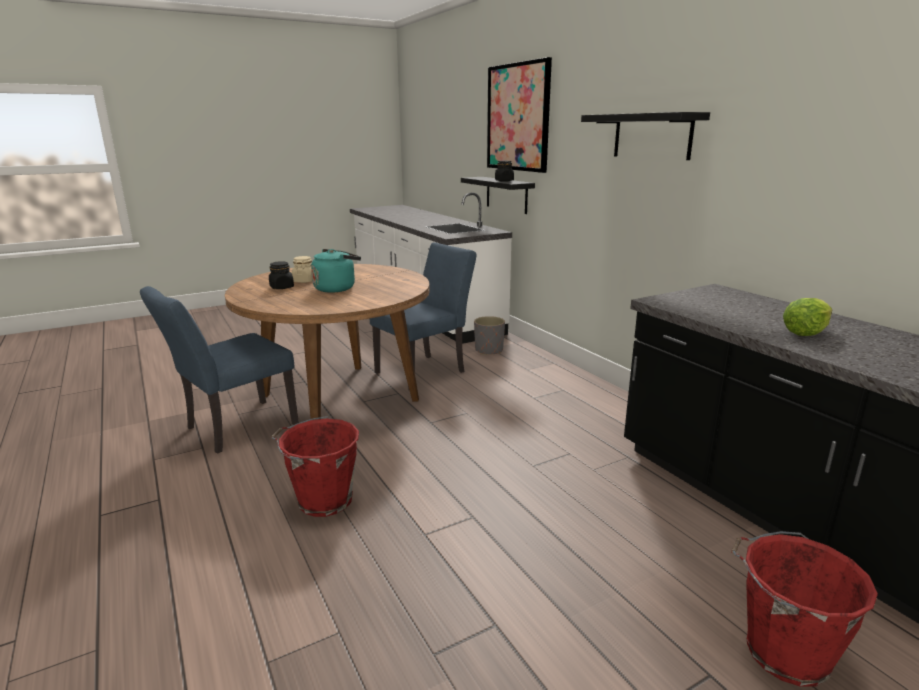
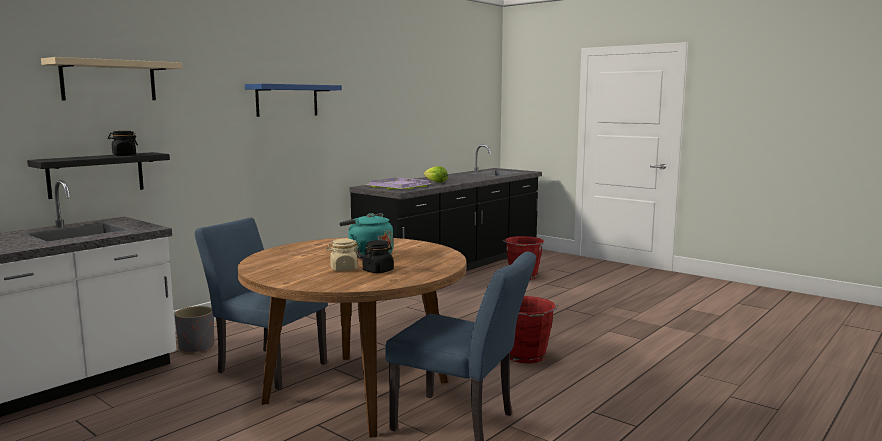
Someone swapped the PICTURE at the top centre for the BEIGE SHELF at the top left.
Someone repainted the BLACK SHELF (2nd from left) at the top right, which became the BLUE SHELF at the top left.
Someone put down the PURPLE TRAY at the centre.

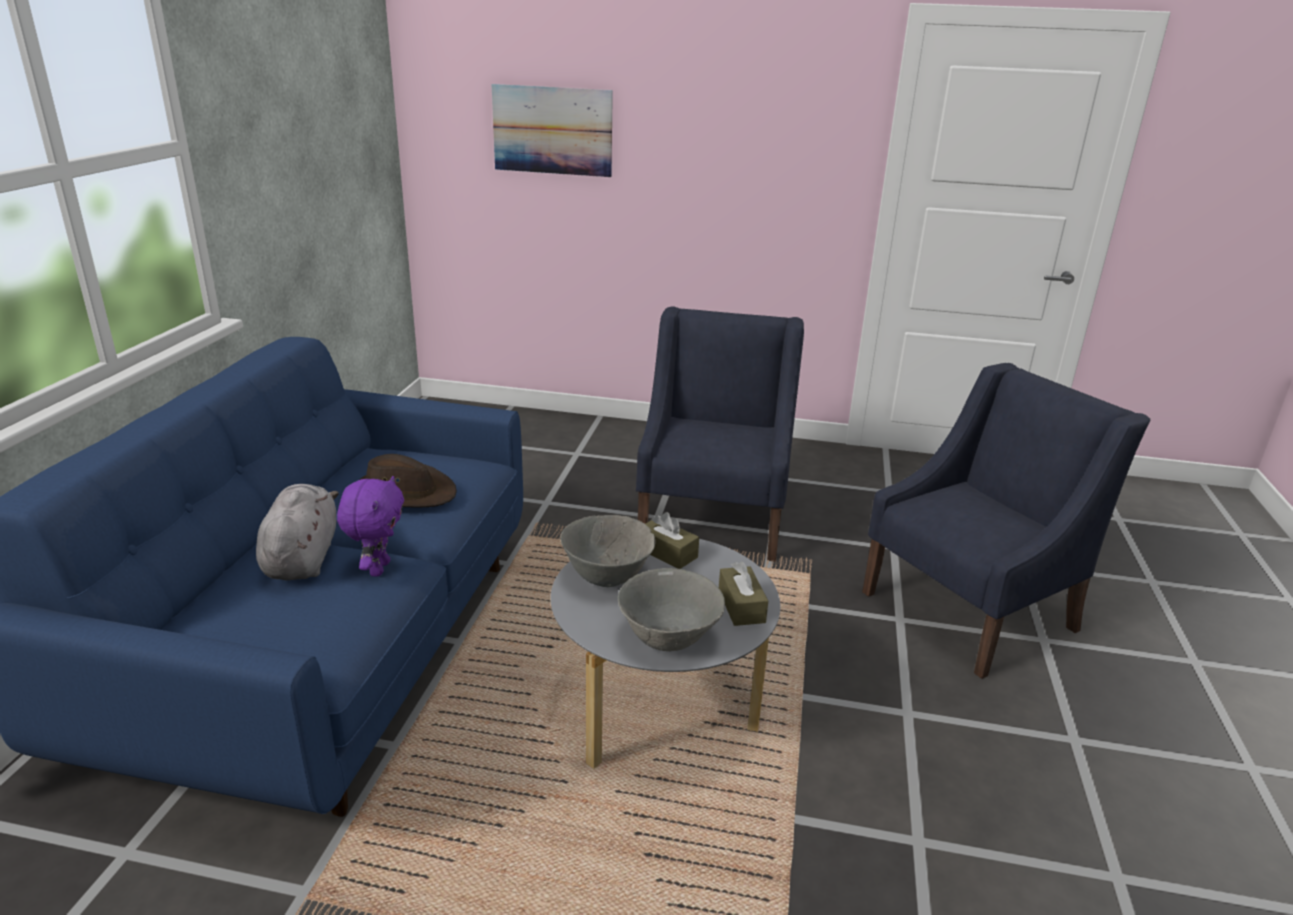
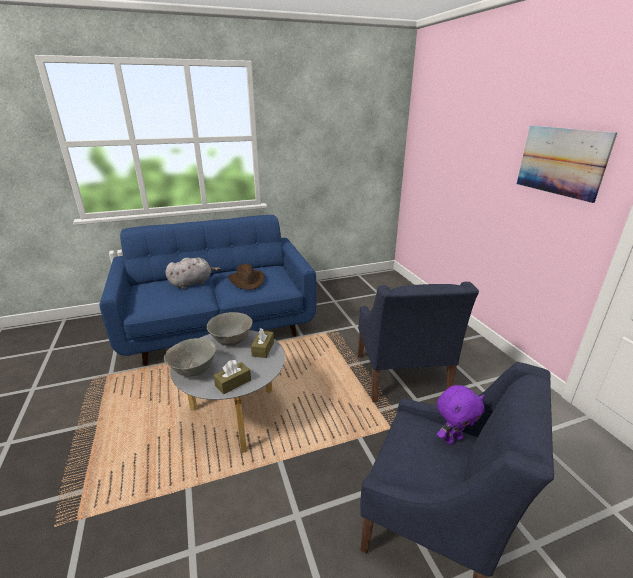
Someone rotated the BLUE ARMCHAIR (1st from left) at the centre by 105 degrees clockwise.
Someone carried the PURPLE PLUSH TOY from the middle left to the bottom right.
Someone carried the PICTURE from the top centre to the top right.

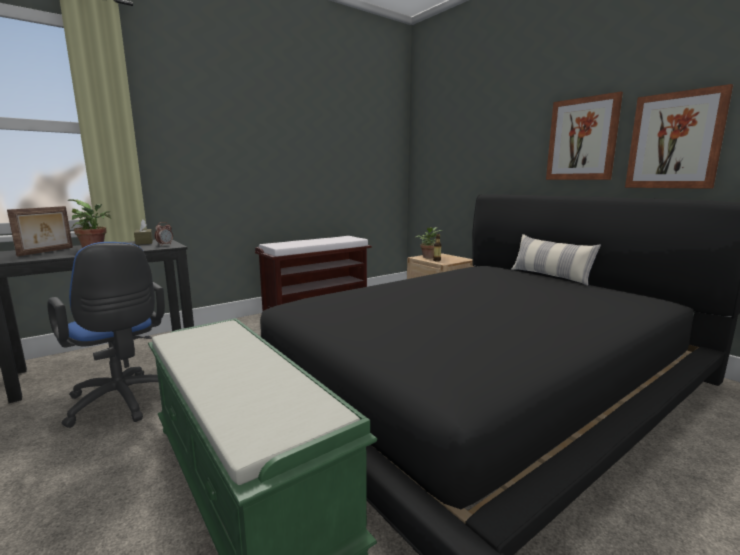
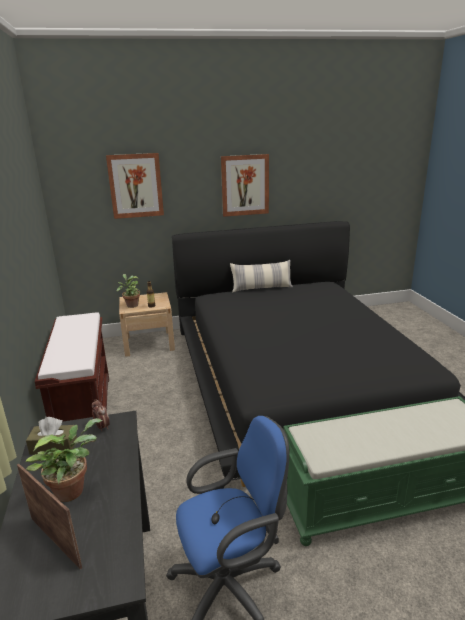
Someone carried the PICTURE (2nd from left in the first image) from the top right to the top left.

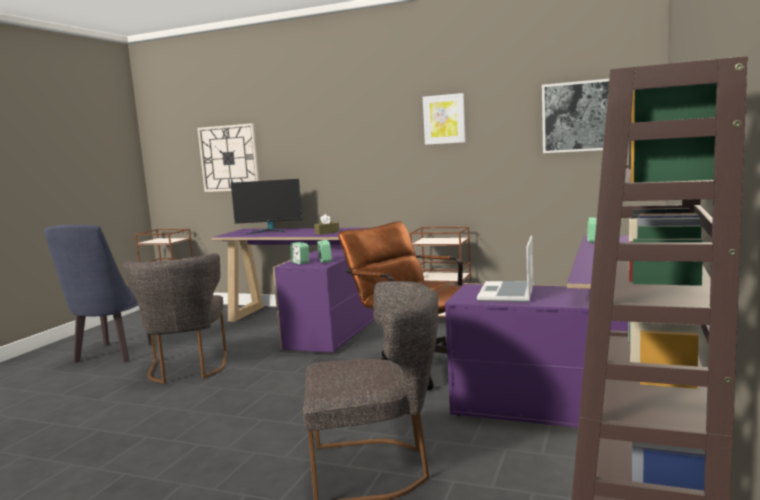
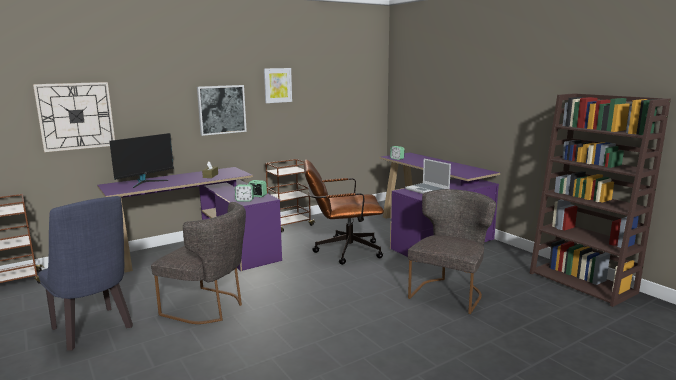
Someone carried the PICTURE (2nd from left in the first image) from the top right to the top left.

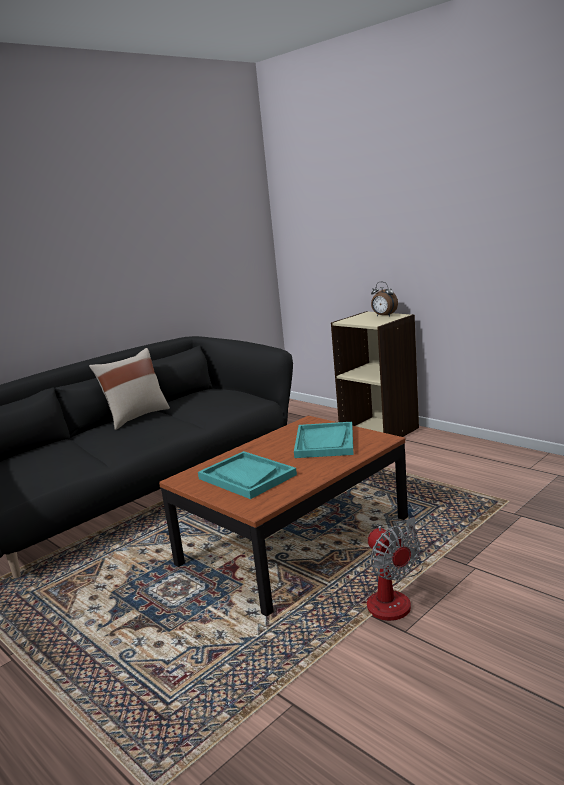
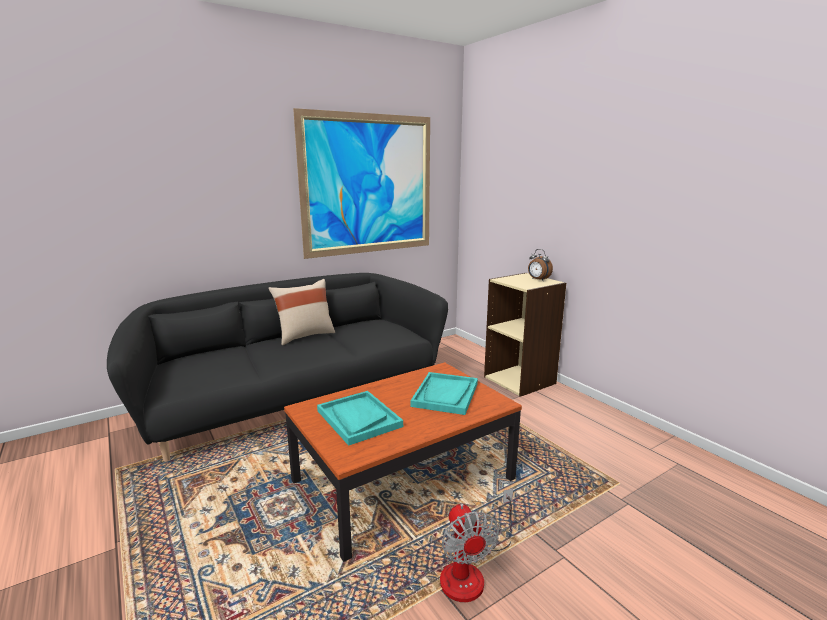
Someone put up the PICTURE at the top centre.

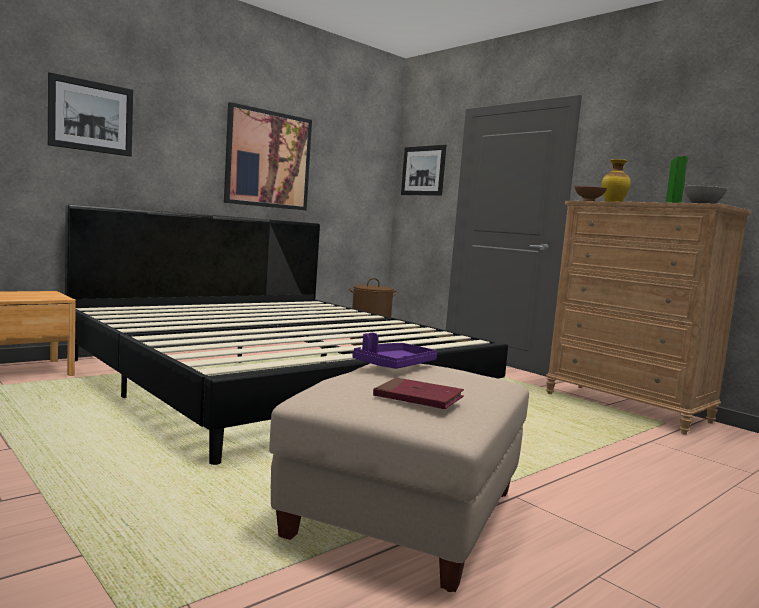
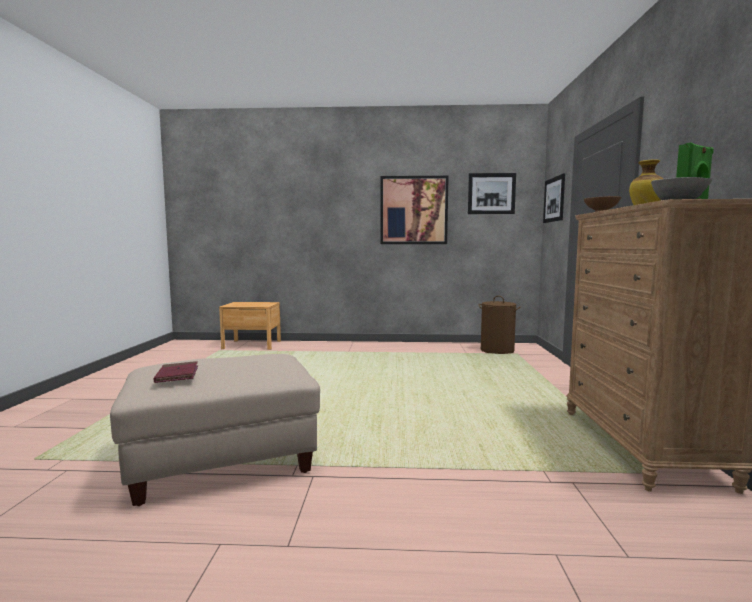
Someone carried the PICTURE (1st from left in the first image) from the top left to the top centre.
Someone took away the BED at the centre.
Someone took away the PURPLE TRAY at the centre.

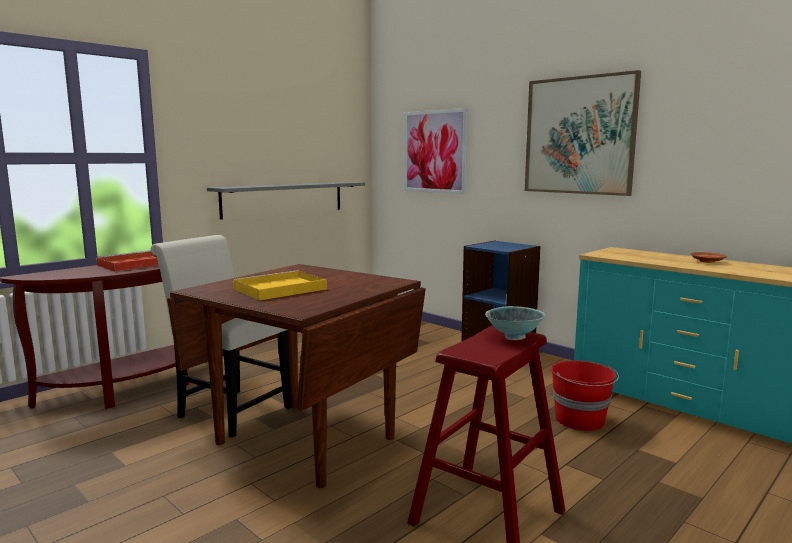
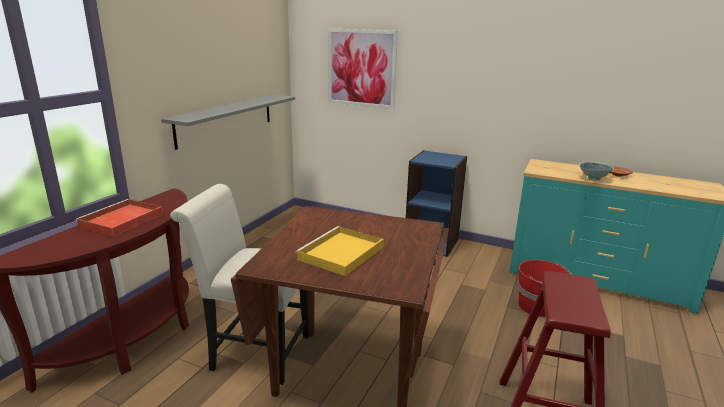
Someone carried the BOWL from the centre to the middle right.
Someone took away the PICTURE (2nd from left) at the top right.

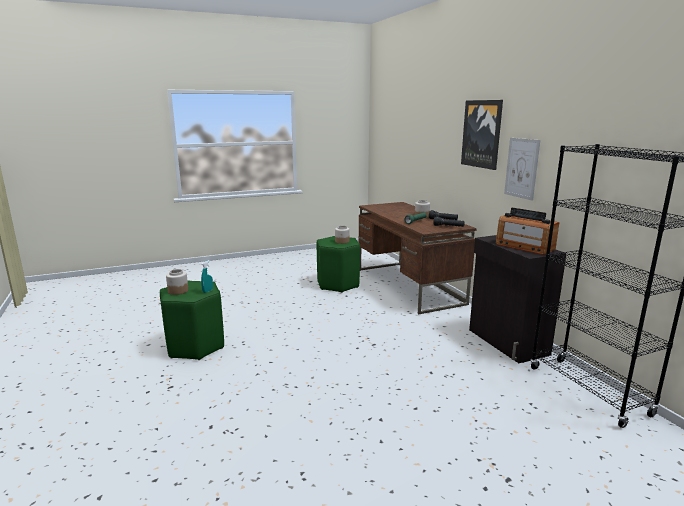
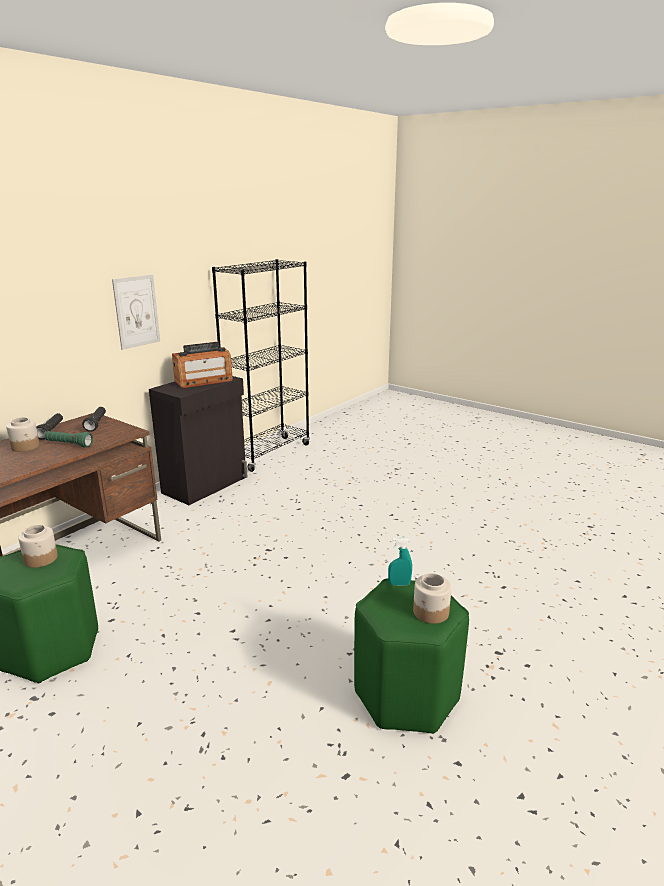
Someone rotated the RADIO at the middle right by 45 degrees clockwise.
Someone took away the PICTURE (1st from left) at the top right.

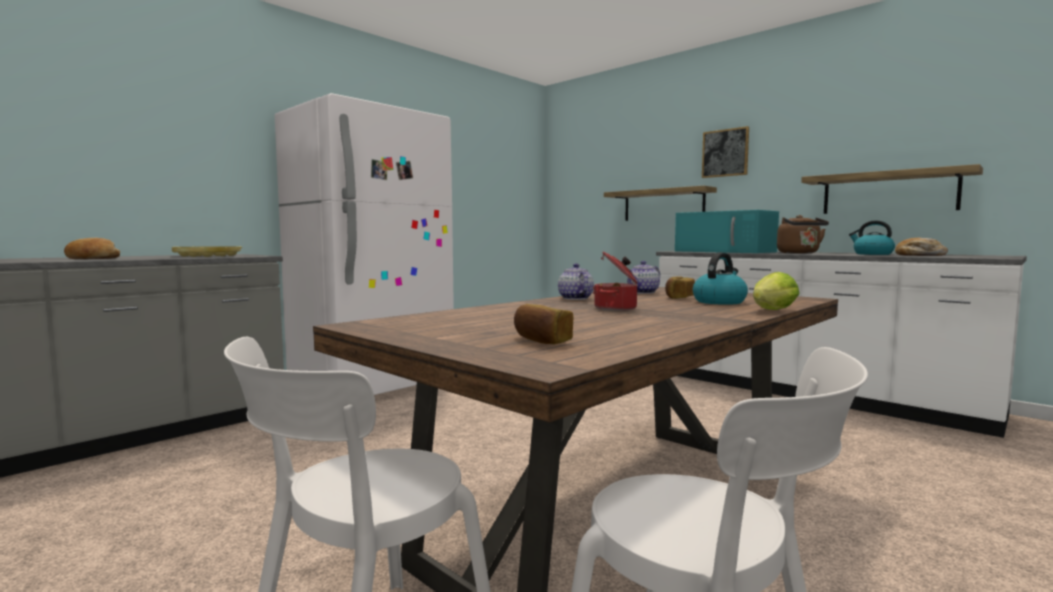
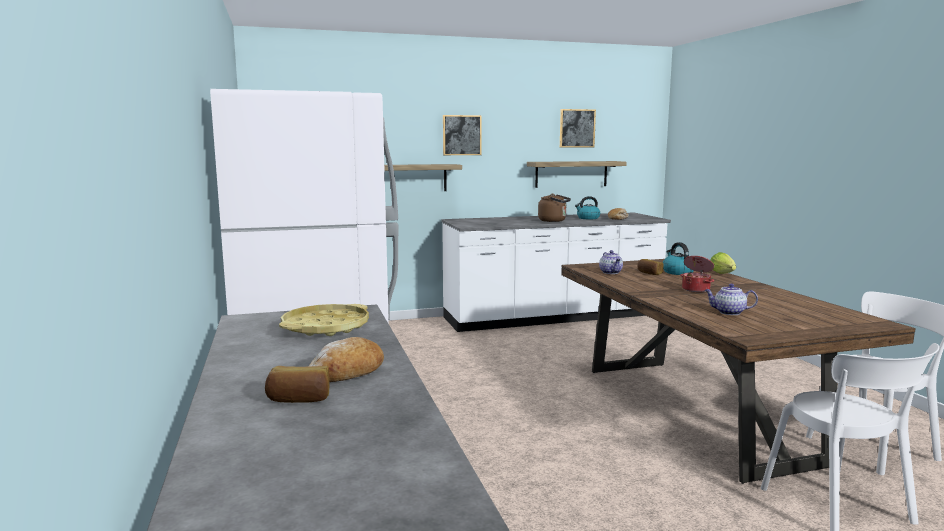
Someone carried the BREAD (2nd from left in the first image) from the centre to the bottom left.
Someone put up the PICTURE (2nd from left) at the top centre.
Someone carried the TEAPOT (1st from left in the first image) from the centre to the middle right.
Someone took away the TURQUOISE MICROWAVE at the middle right.

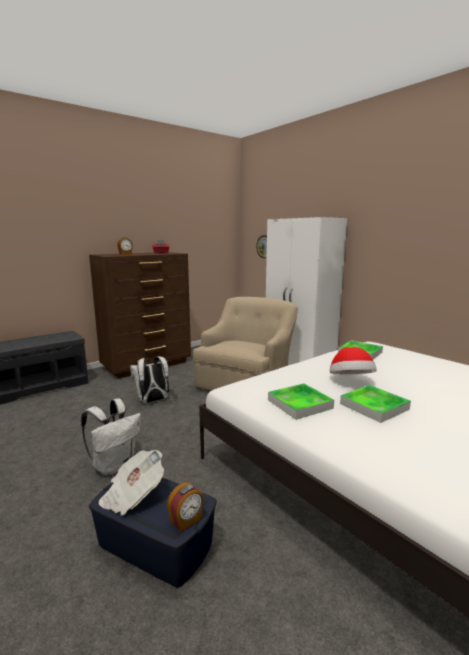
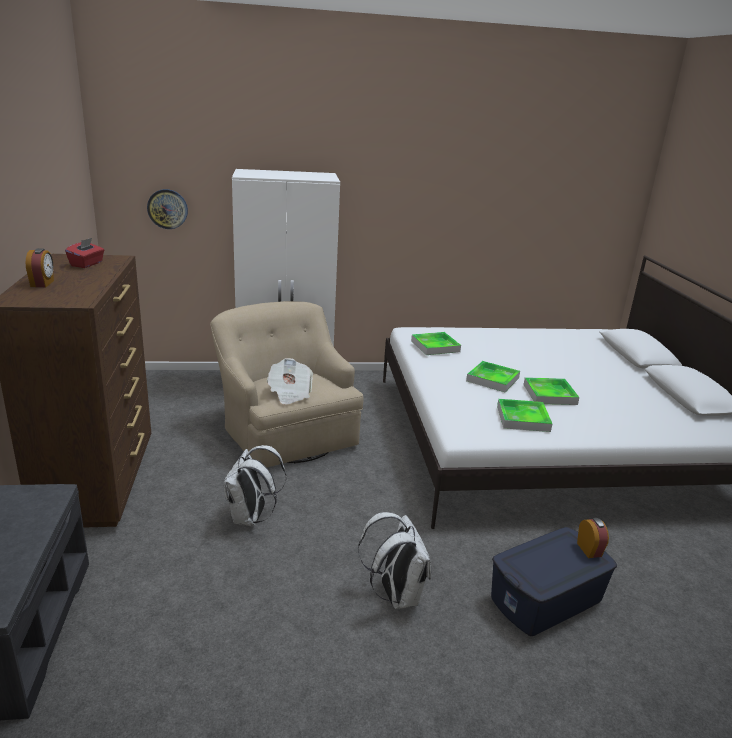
Someone carried the NEWSPAPER from the bottom left to the centre.
Someone swapped the HAT at the middle right for the TRAY (2nd from left) at the middle right.

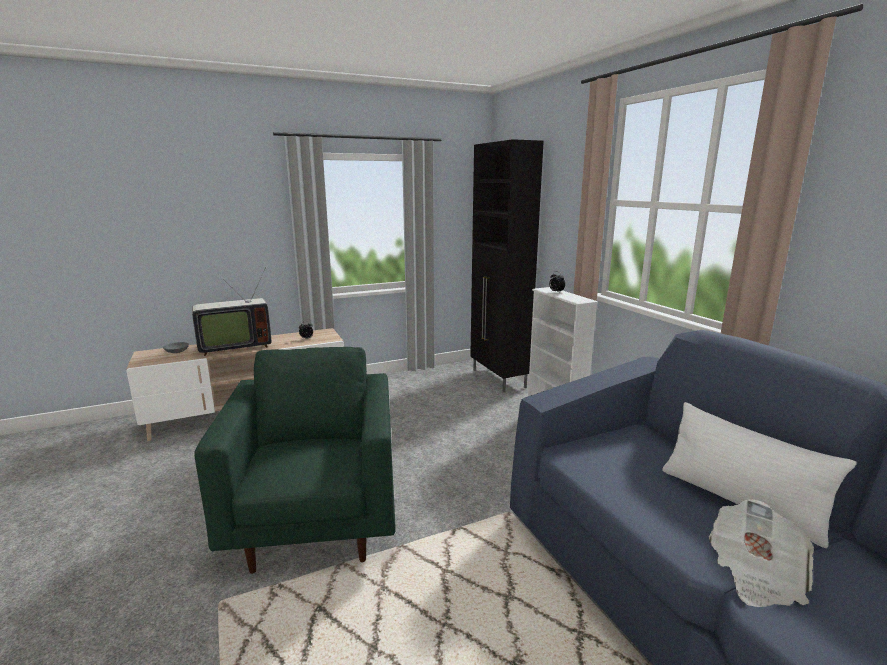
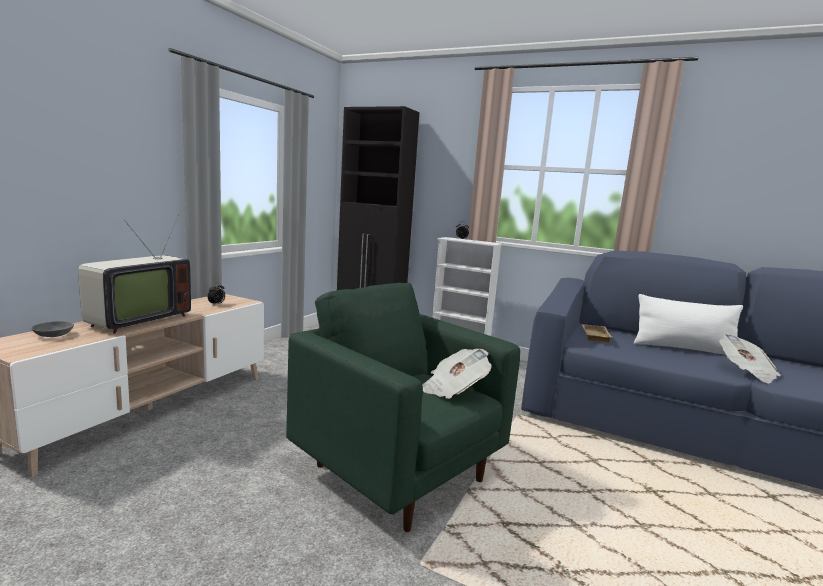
Someone put down the NEWSPAPER (1st from left) at the centre.
Someone put down the BEIGE TRAY at the middle right.

